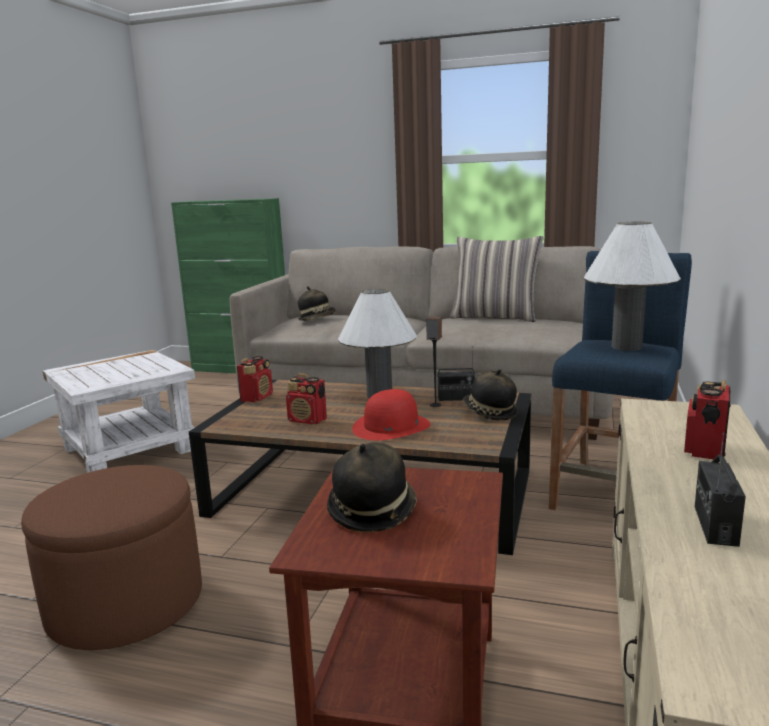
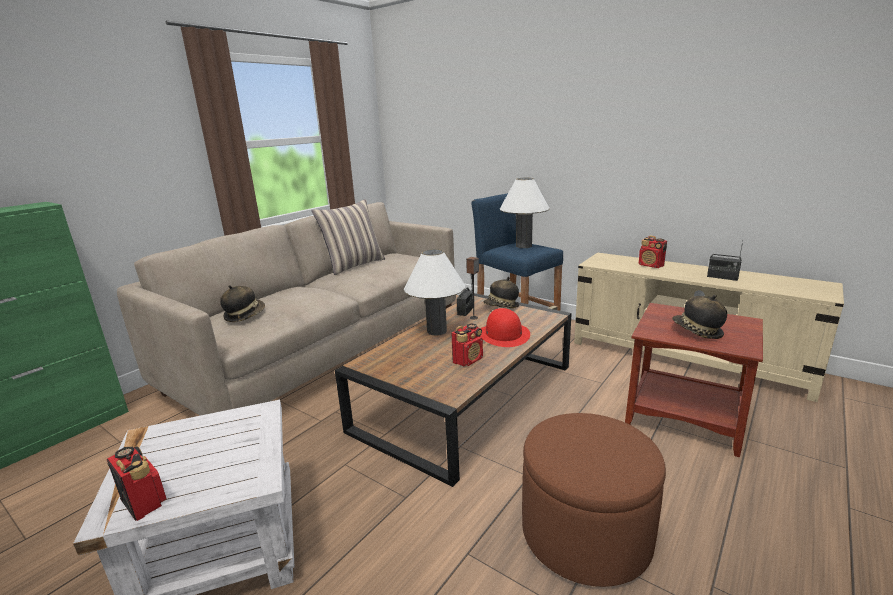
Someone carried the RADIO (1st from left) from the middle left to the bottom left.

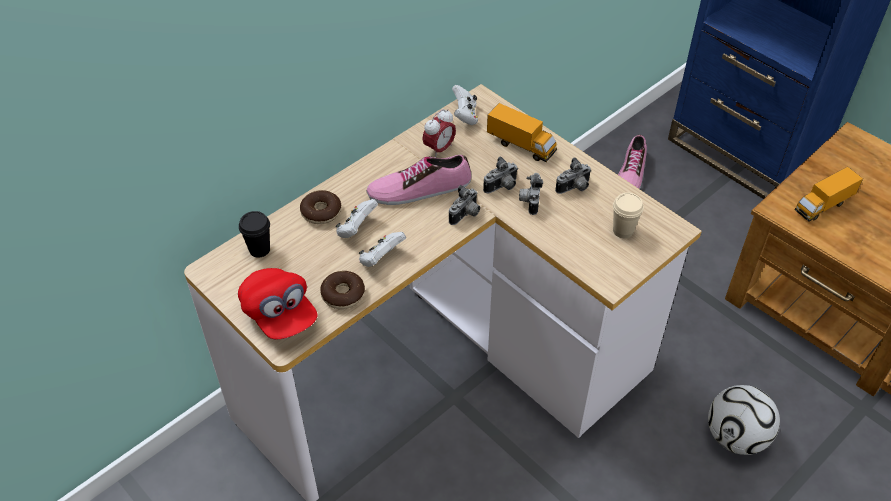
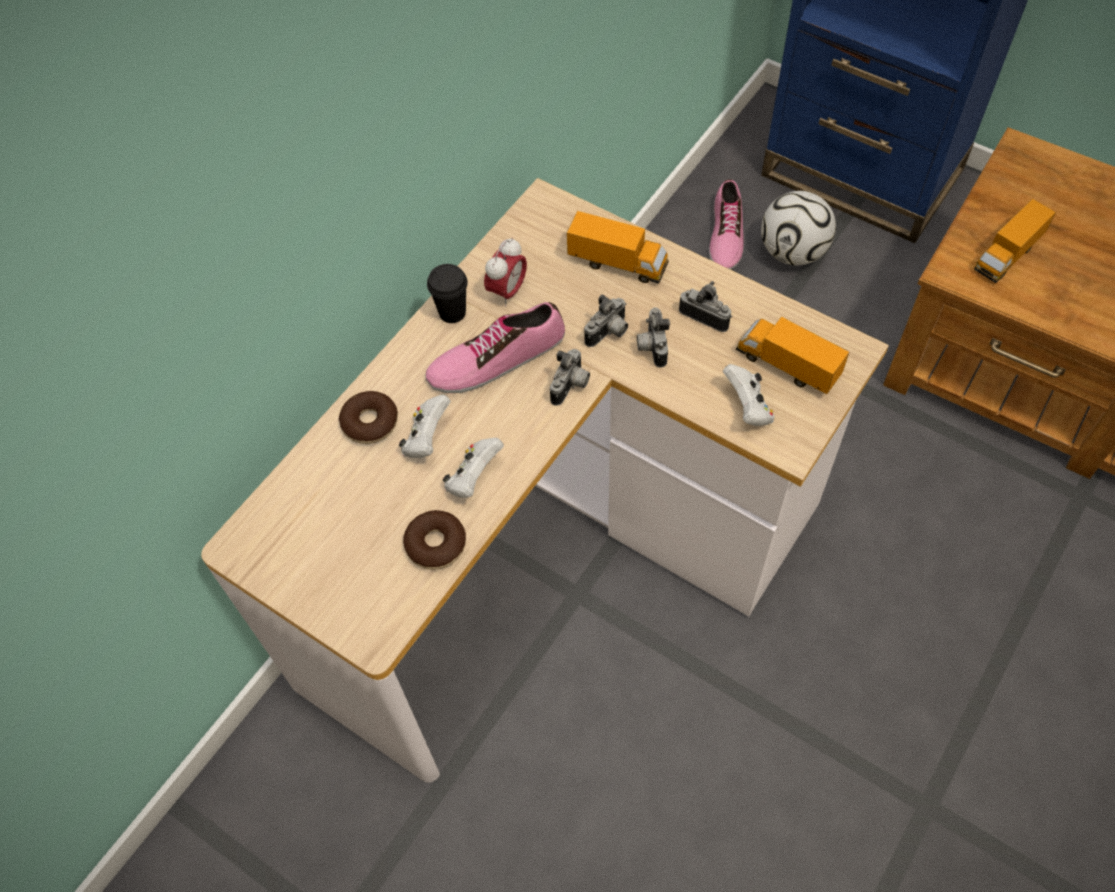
Someone carried the BLACK CUP from the middle left to the top centre.
Someone rotated the PHOTO CAMERA (4th from left) at the centre by 105 degrees counterclockwise.
Someone carried the WHITE GAME CONTROLLER (3rd from left) from the top centre to the middle right.
Someone swapped the BEIGE CUP at the middle right for the TOY TRUCK (2nd from left) at the middle right.
Someone carried the FOOTBALL from the bottom right to the top right.
Someone took away the RED CAP at the middle left.

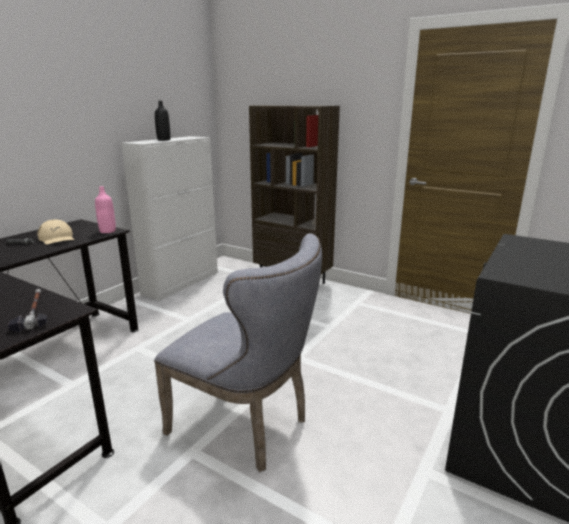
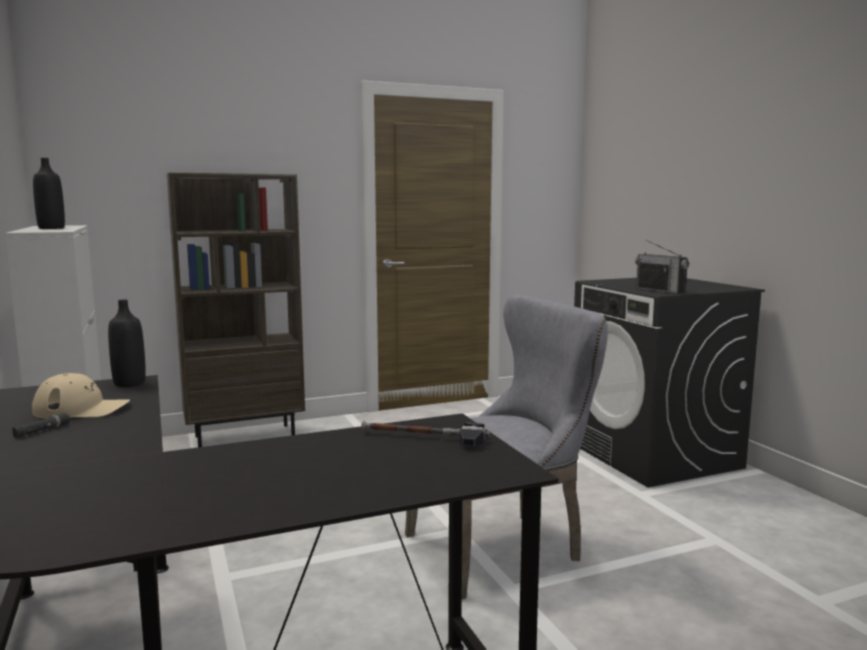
Someone repainted the PINK BOTTLE at the middle left, which became the BLACK BOTTLE (2nd from left) at the middle left.
Someone put down the RADIO at the middle right.

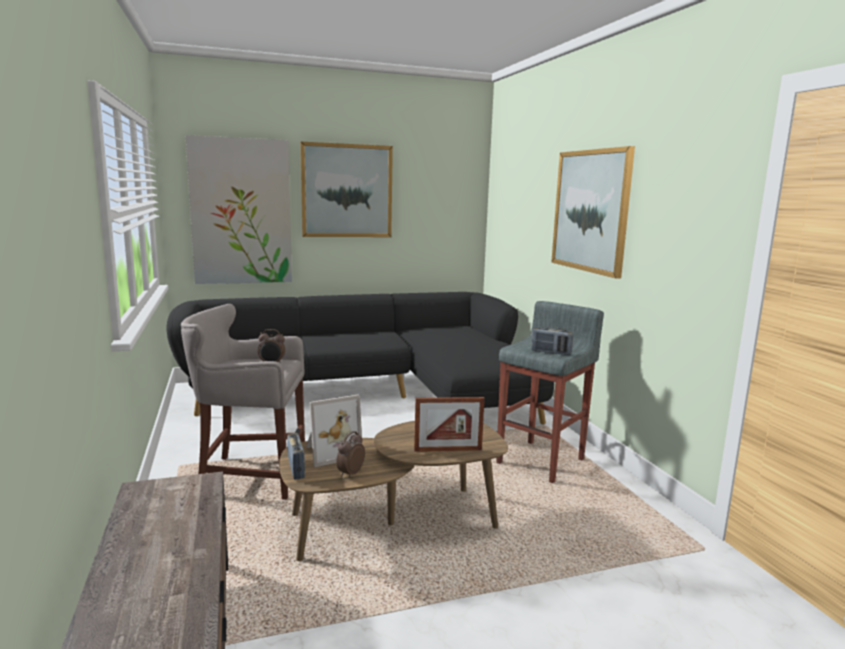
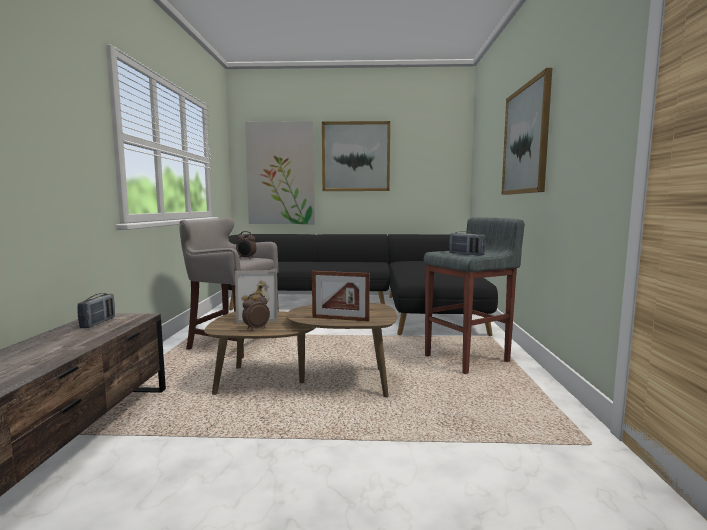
Someone carried the RADIO (1st from left) from the bottom centre to the middle left.

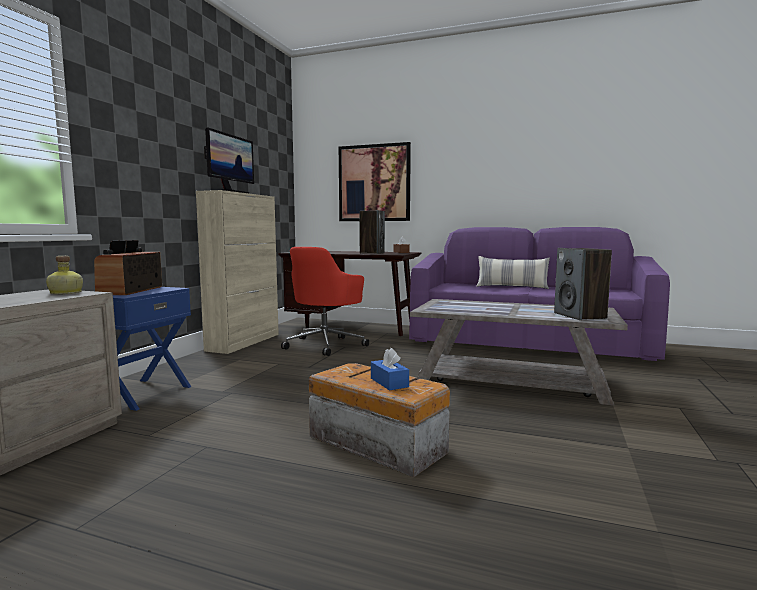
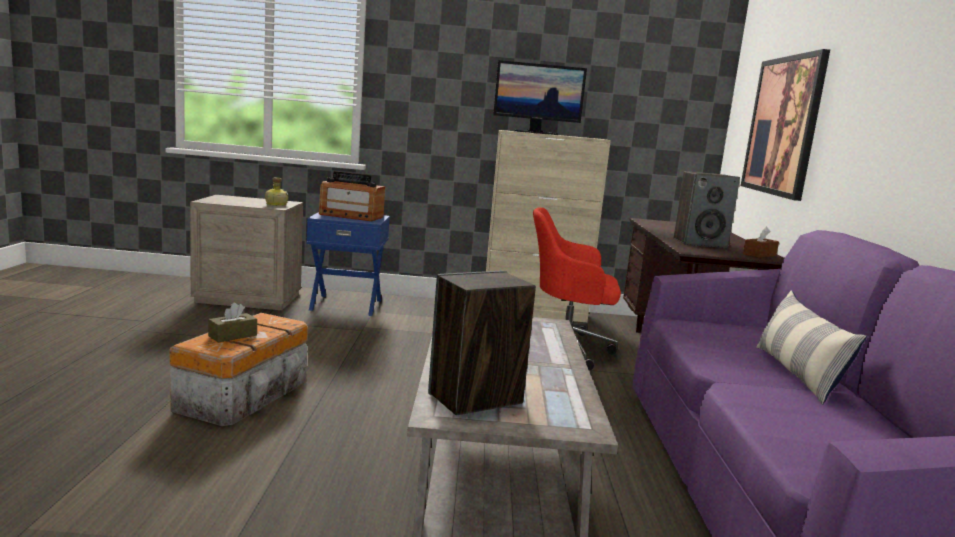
Someone repainted the BLUE TISSUE BOX at the centre, which became the BROWN TISSUE BOX (1st from left) at the middle left.
Someone rotated the RADIO at the middle left by 150 degrees counterclockwise.

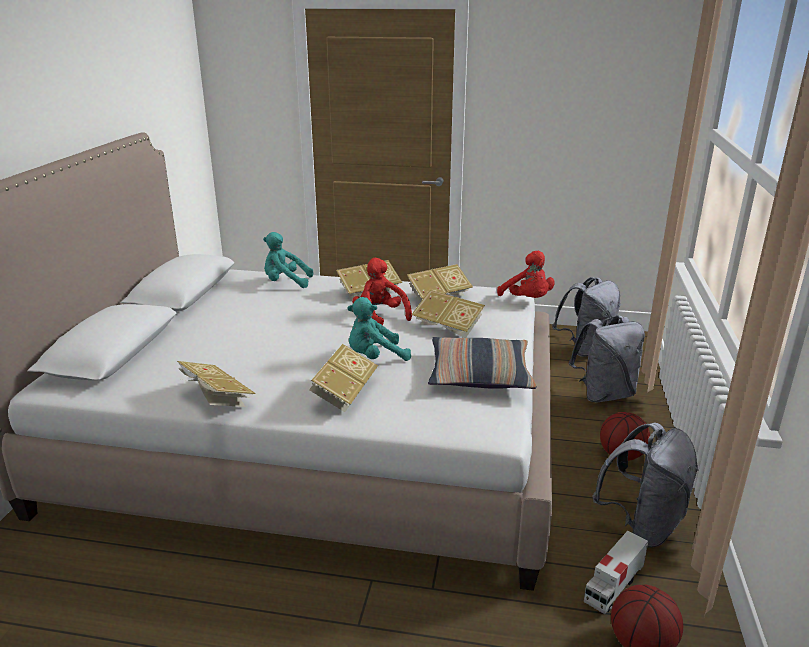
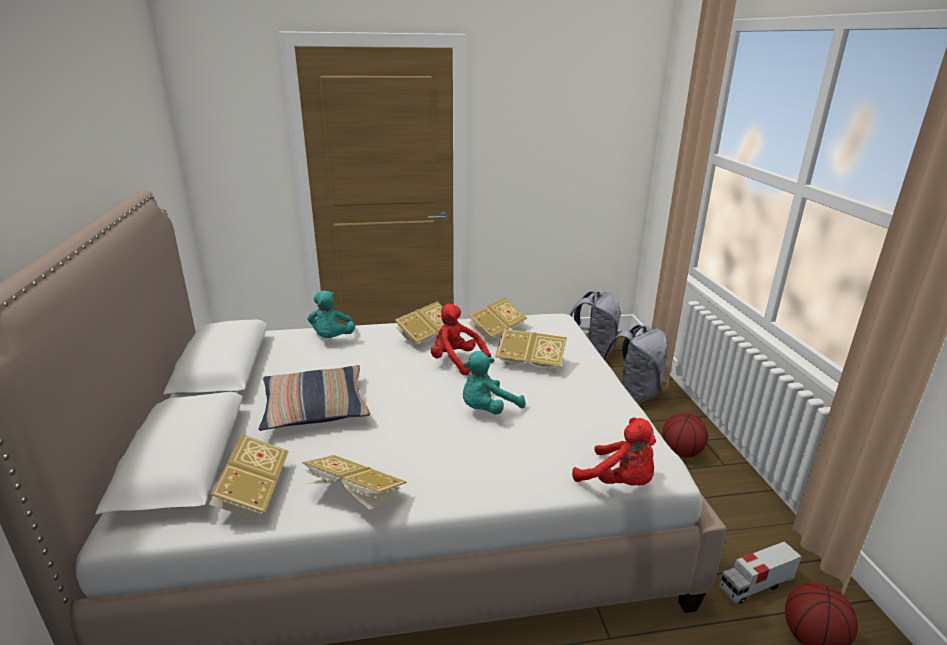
Someone carried the BOOK (2nd from left in the first image) from the centre to the bottom left.
Someone carried the PILLOW from the centre to the middle left.
Someone rotated the TURQUOISE PLUSH TOY (1st from left) at the centre by 75 degrees counterclockwise.
Someone carried the RED PLUSH TOY (2nd from left) from the centre to the bottom centre.
Someone rotated the TOY TRUCK at the bottom right by 45 degrees clockwise.
Someone took away the GREY BACKPACK (3rd from left) at the bottom right.

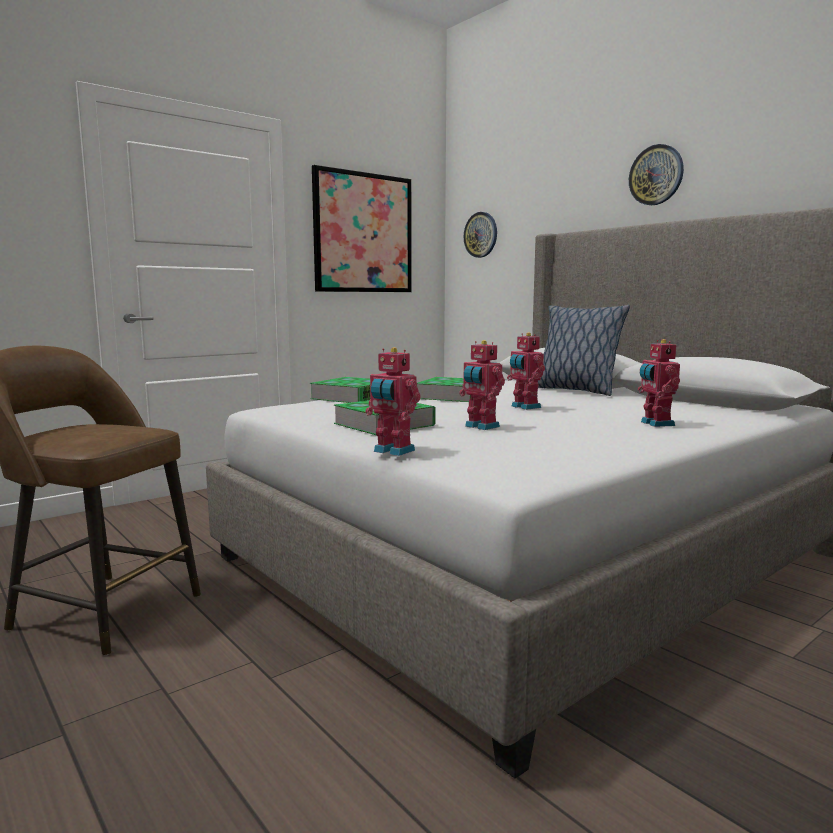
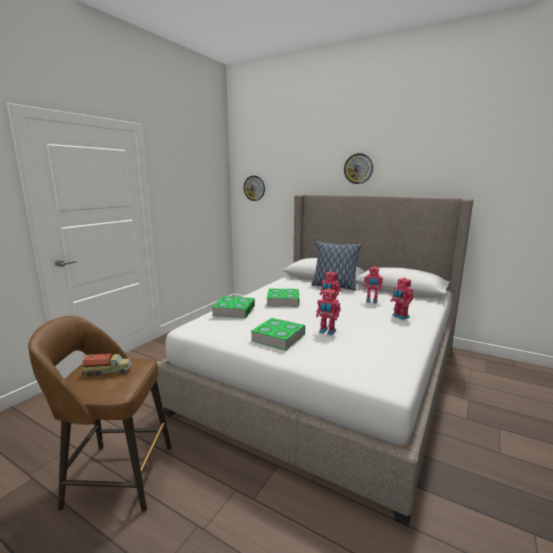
Someone put down the TOY TRUCK at the middle left.
Someone carried the TOY ROBOT (1st from left in the first image) from the centre to the middle right.
Someone took away the PICTURE at the top centre.

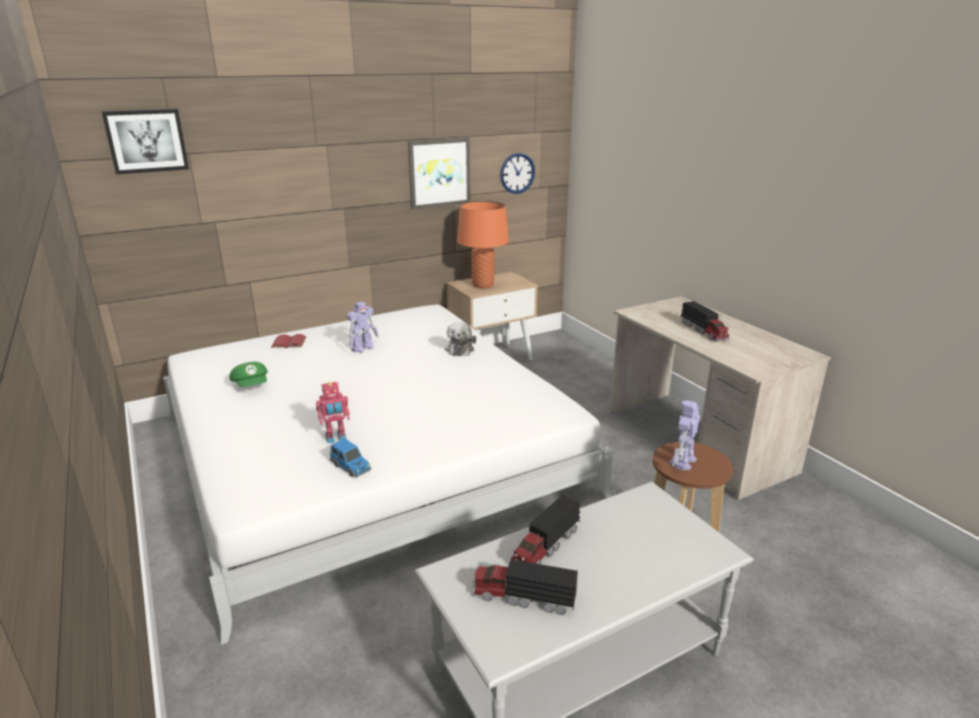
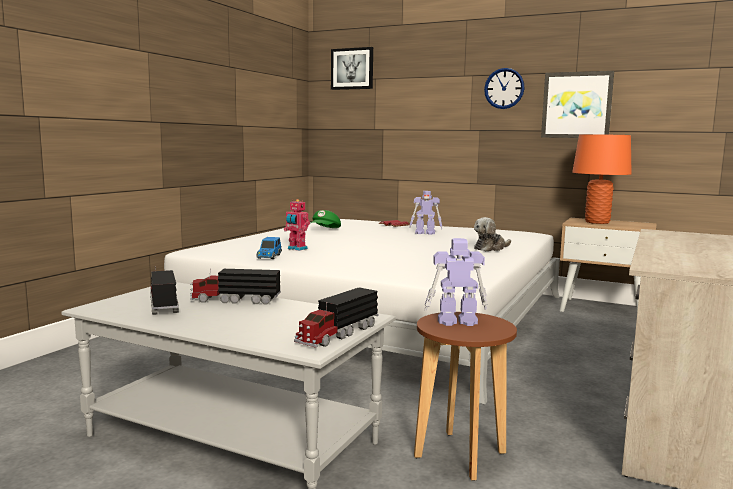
Someone carried the TOY TRUCK (3rd from left) from the middle right to the centre.
Someone carried the WALL CLOCK from the top centre to the top right.

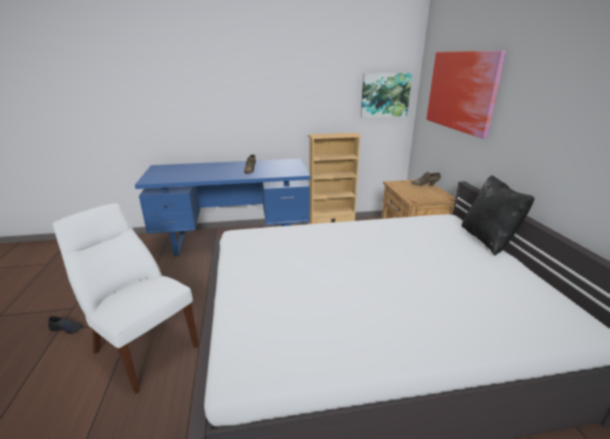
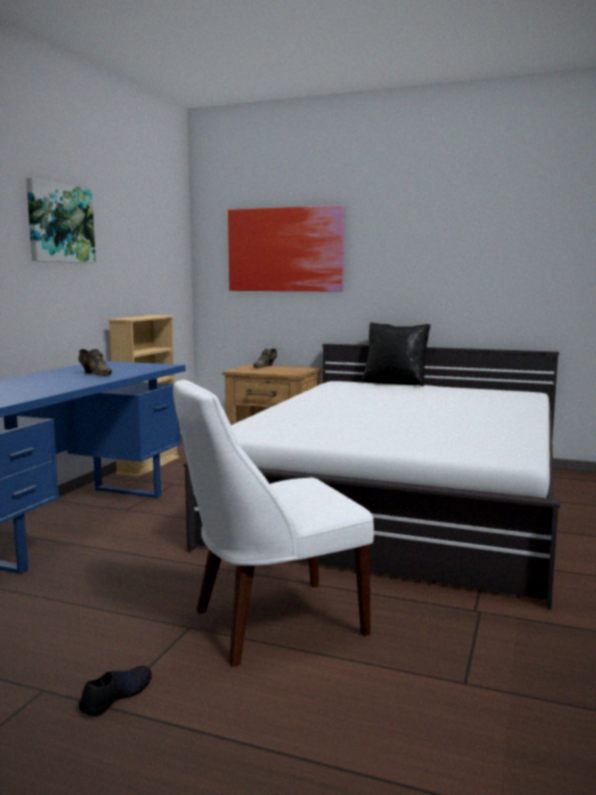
Someone carried the PICTURE (1st from left) from the top centre to the top left.

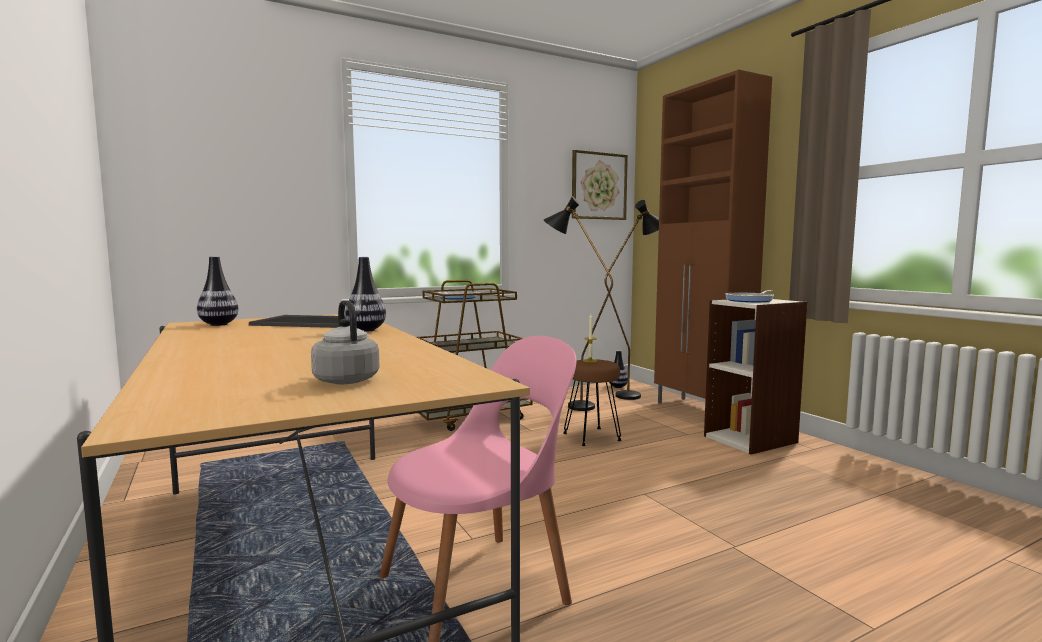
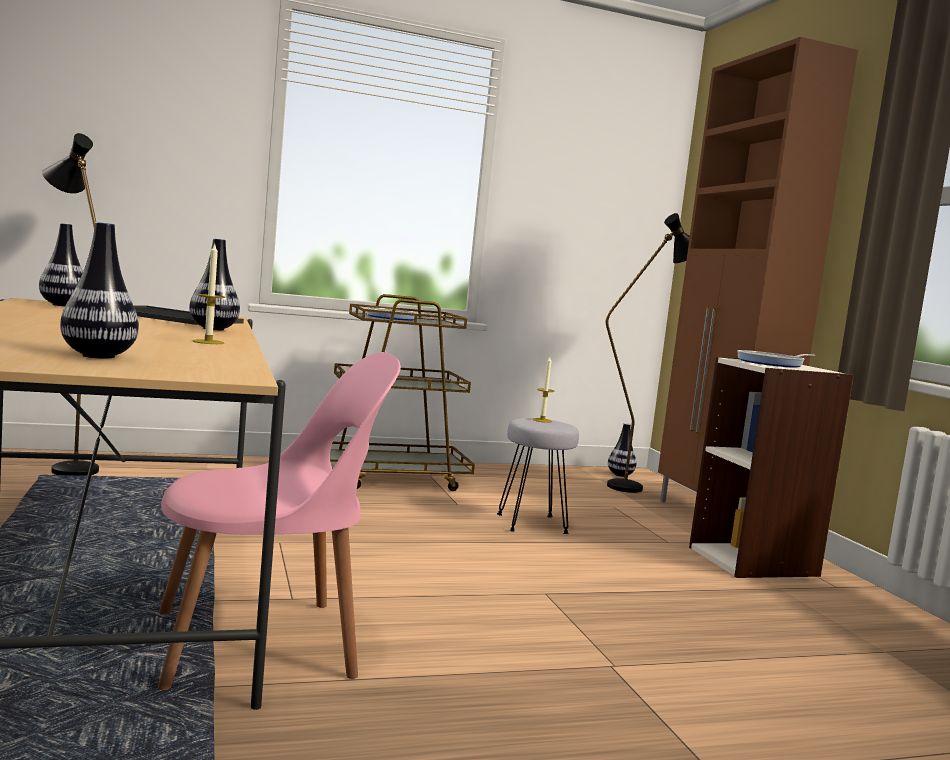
Someone carried the BLACK FLOOR LAMP (1st from left) from the centre to the middle left.
Someone swapped the GREY KETTLE at the middle left for the VASE (2nd from left) at the middle left.
Someone put down the CANDLE (1st from left) at the middle left.
Someone repainted the BROWN STOOL at the centre, which became the GREY STOOL at the centre.
Someone took away the PICTURE at the top centre.

